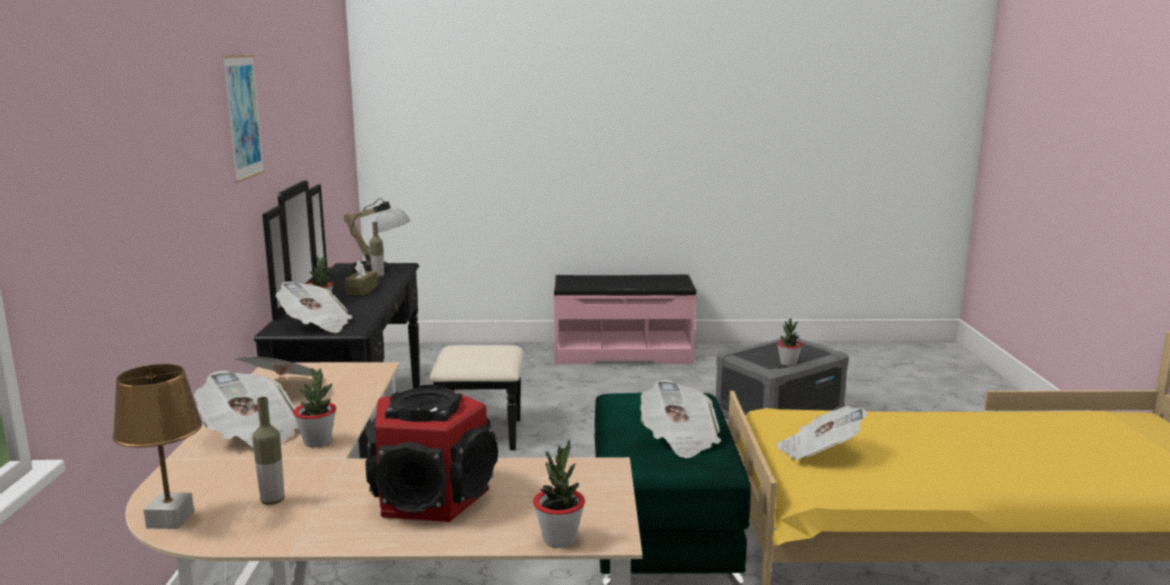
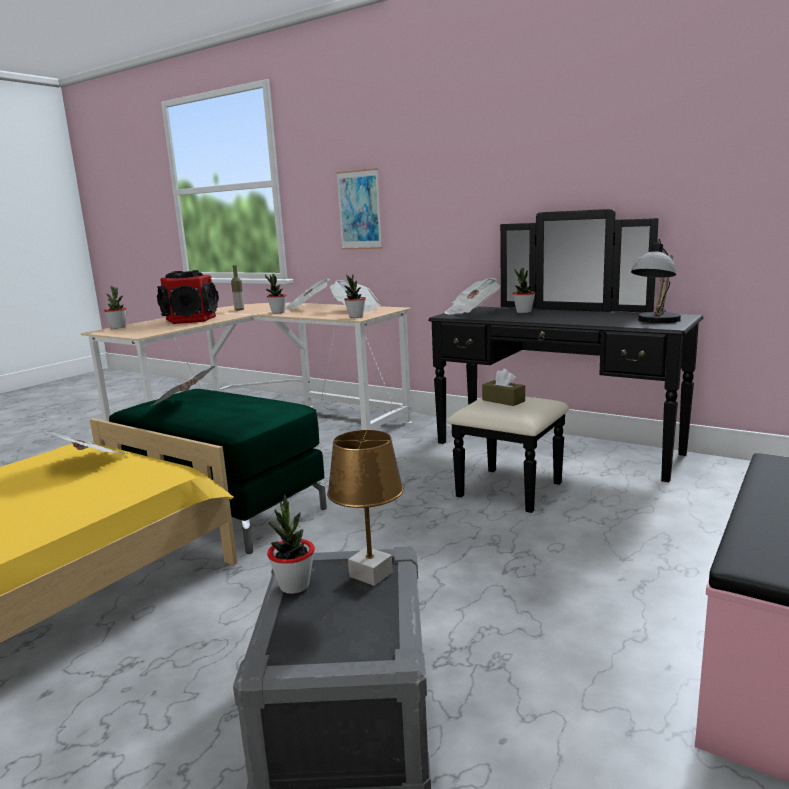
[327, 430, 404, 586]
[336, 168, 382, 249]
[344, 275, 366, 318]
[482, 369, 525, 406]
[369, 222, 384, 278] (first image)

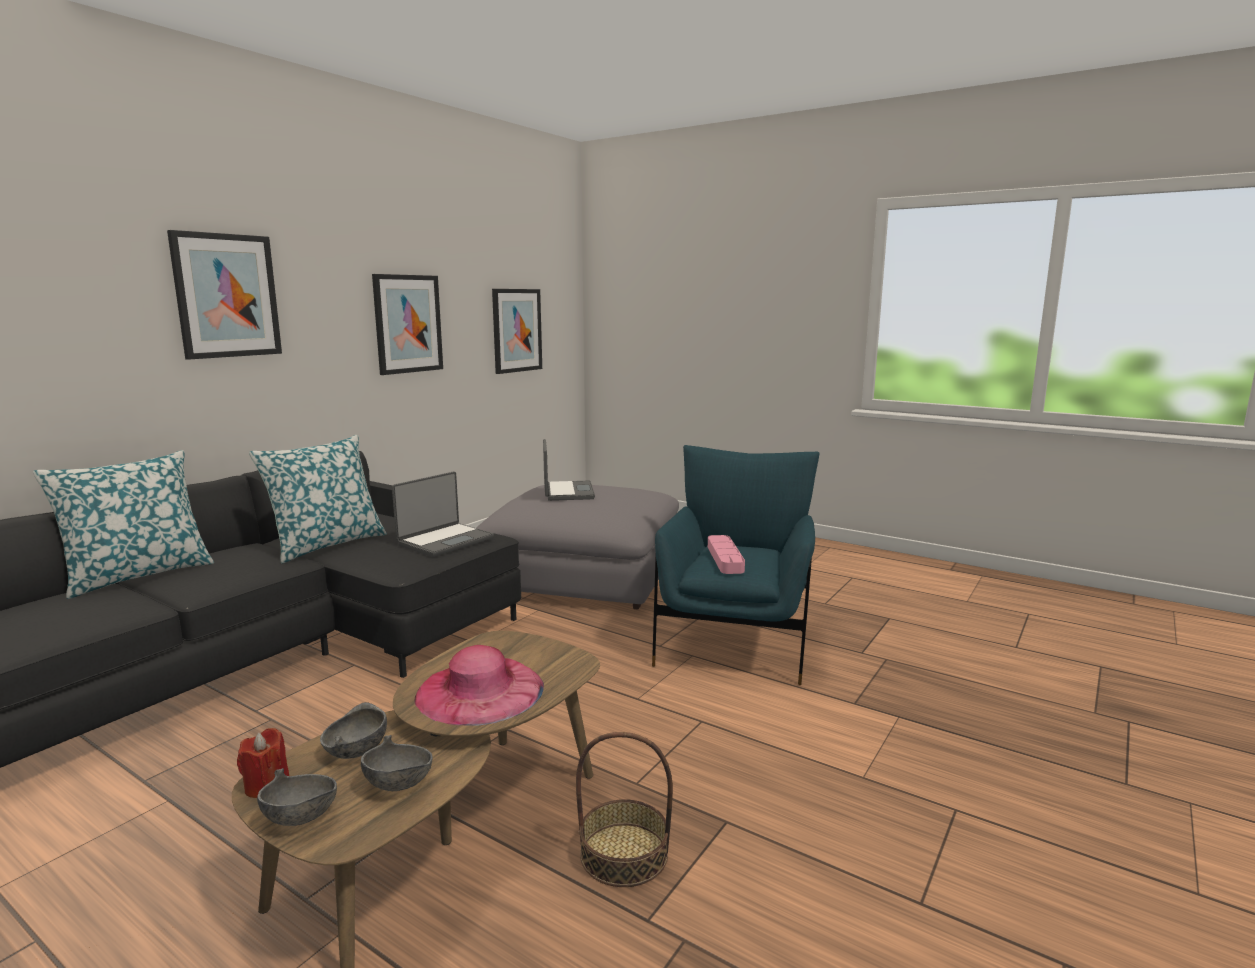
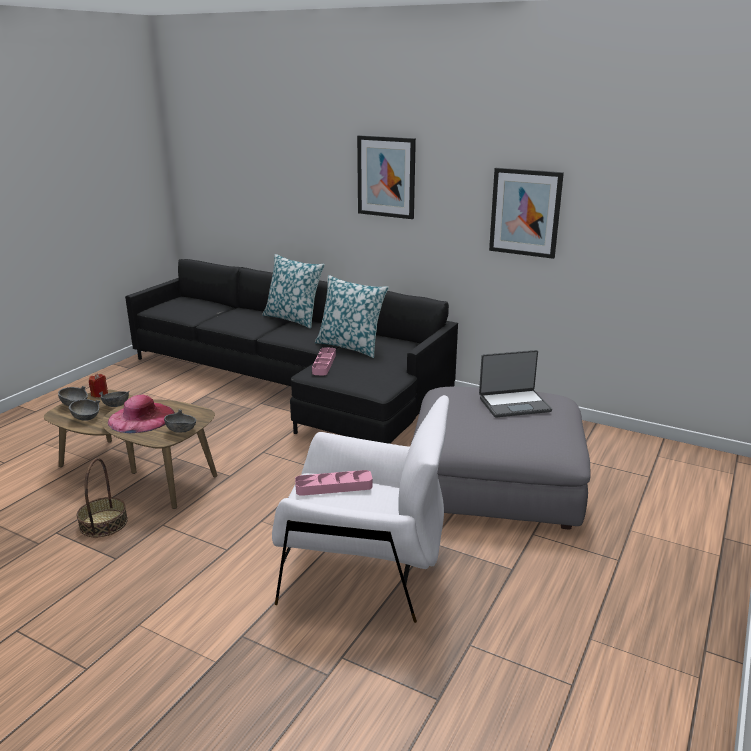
[164, 410, 196, 433]
[272, 395, 449, 623]
[312, 347, 336, 376]
[392, 472, 494, 557] (first image)
[492, 289, 542, 374] (first image)

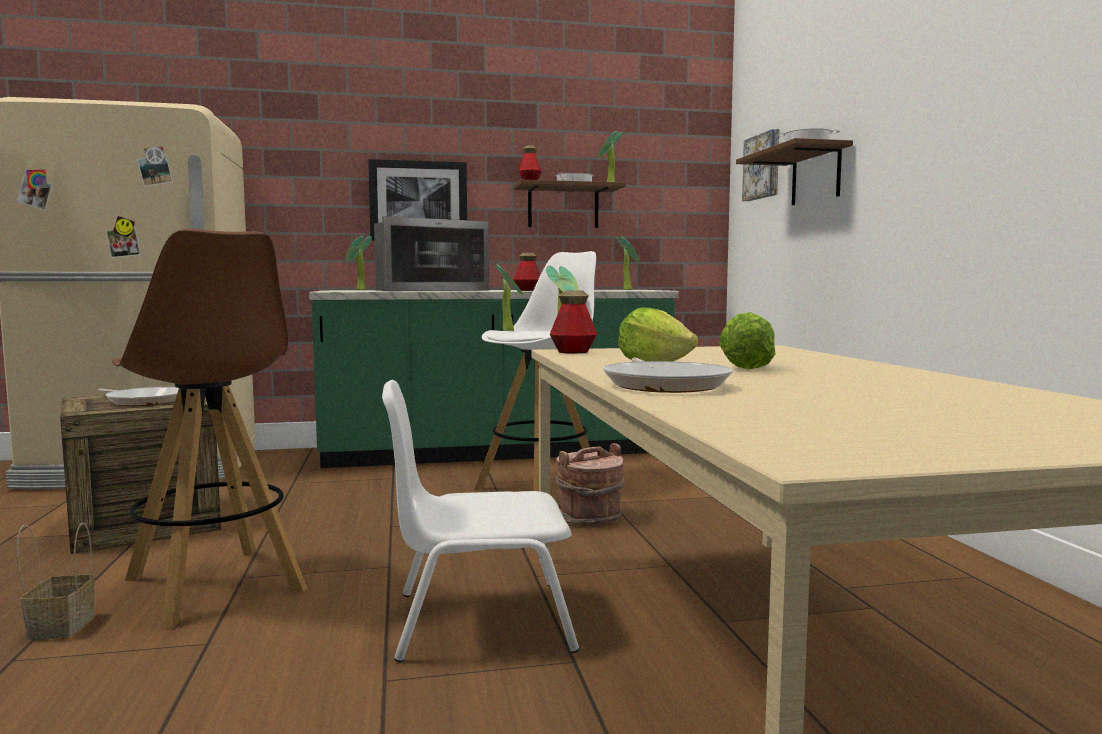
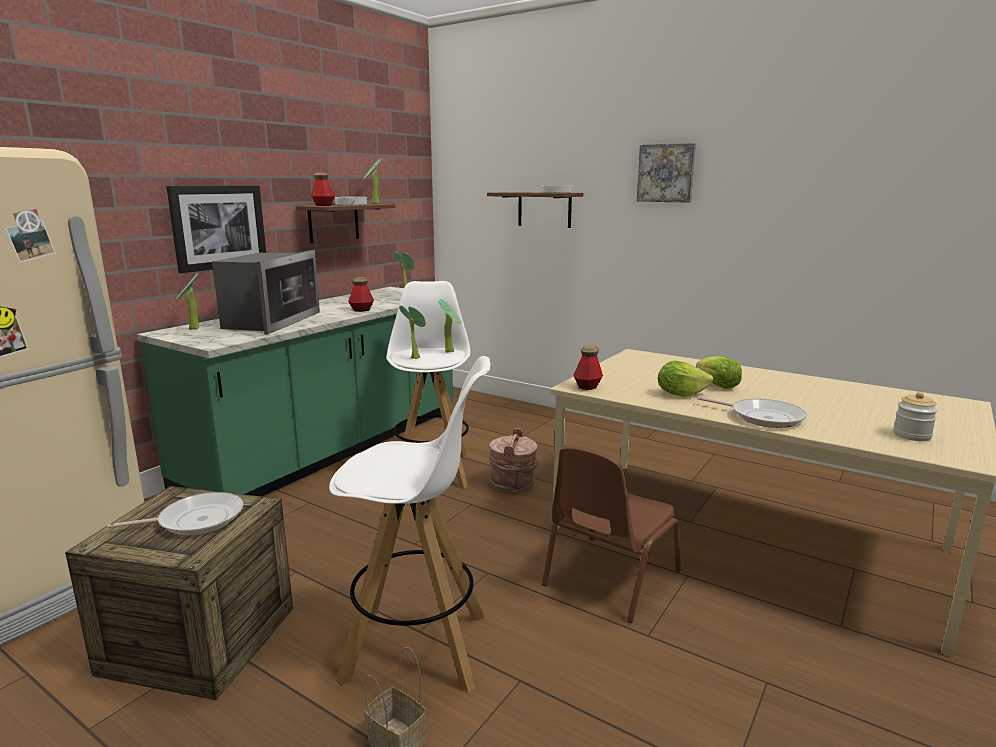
[329, 356, 491, 692]
[542, 445, 681, 623]
[637, 143, 696, 203]
[893, 392, 938, 441]

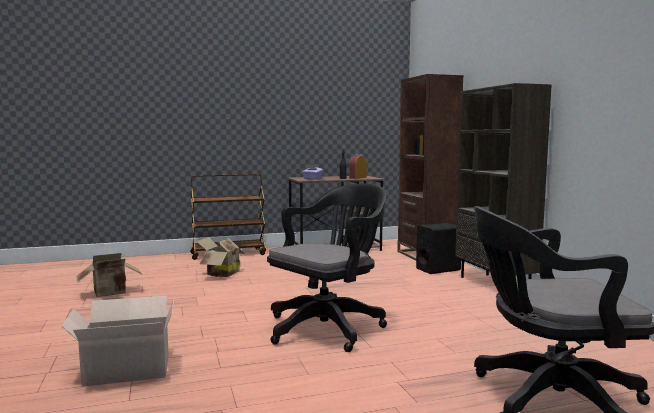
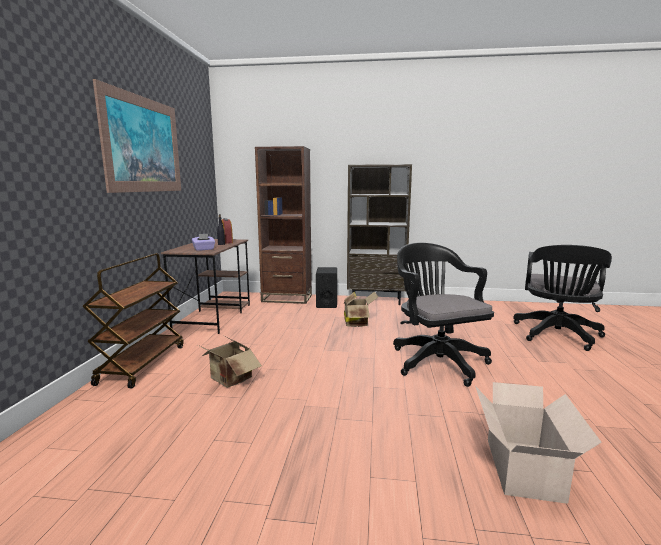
[93, 79, 181, 193]
[344, 291, 378, 327]

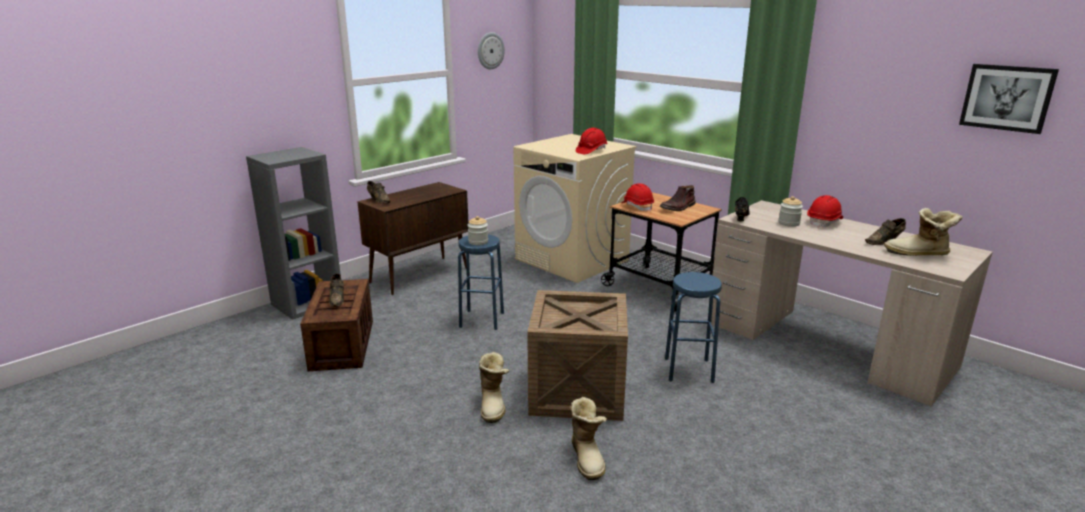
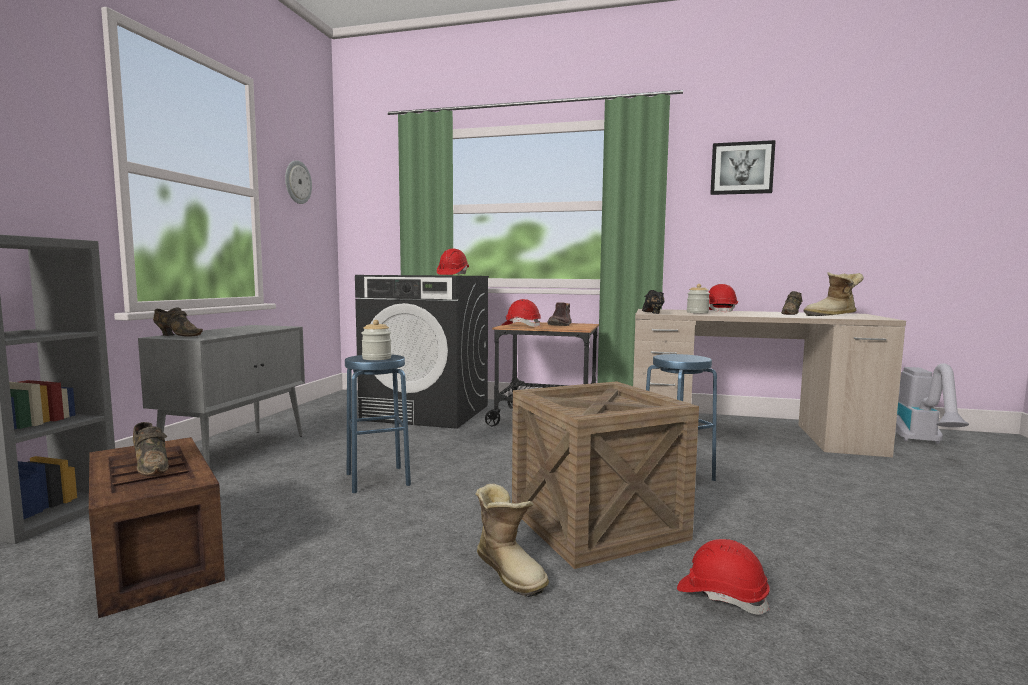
[138, 325, 305, 467]
[355, 275, 489, 429]
[677, 539, 770, 614]
[710, 140, 776, 195]
[895, 363, 969, 444]

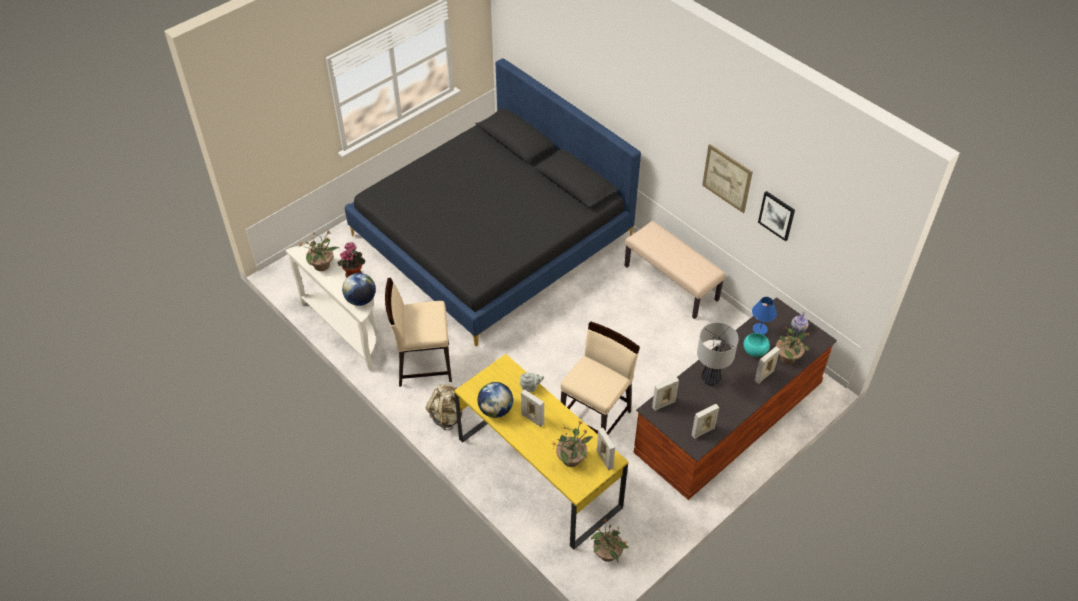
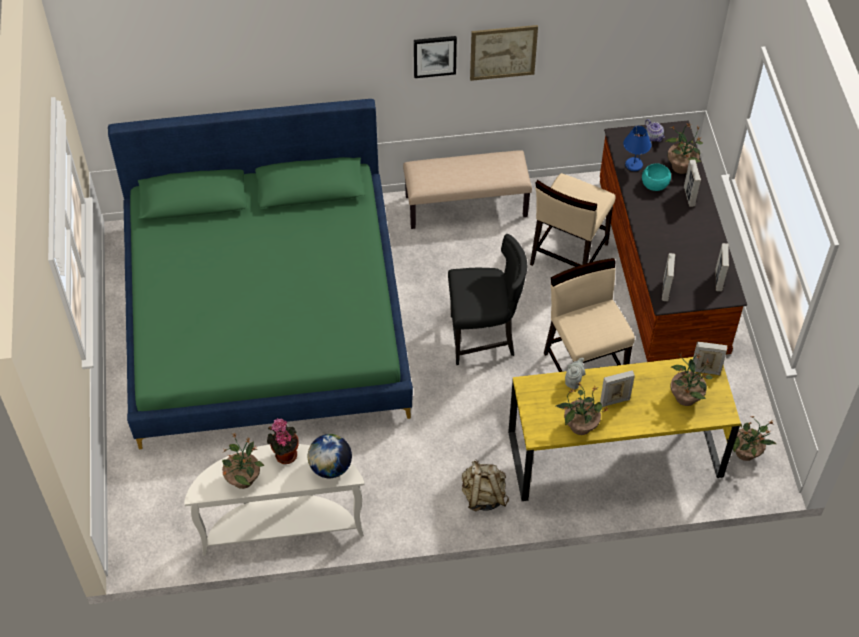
[108, 99, 413, 449]
[414, 36, 457, 78]
[448, 234, 527, 365]
[530, 173, 616, 267]
[556, 381, 609, 435]
[697, 322, 738, 386] (first image)

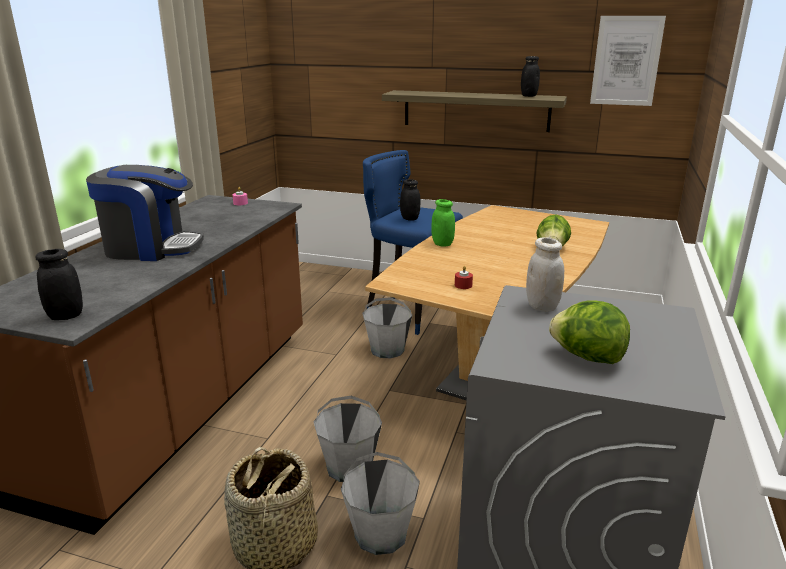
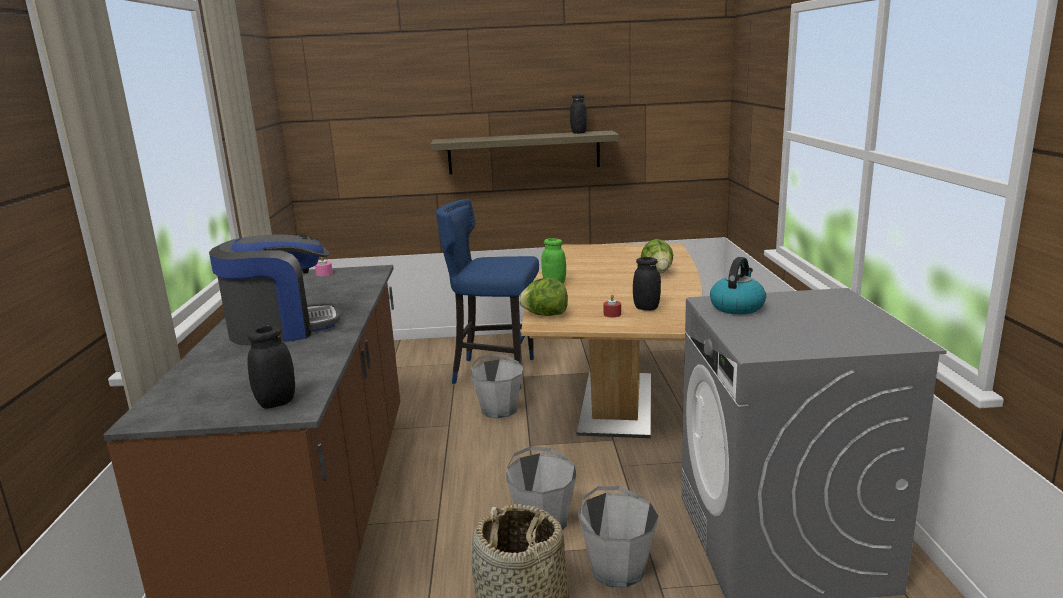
[519, 278, 568, 316]
[633, 257, 661, 311]
[710, 257, 766, 314]
[590, 16, 666, 106] (first image)

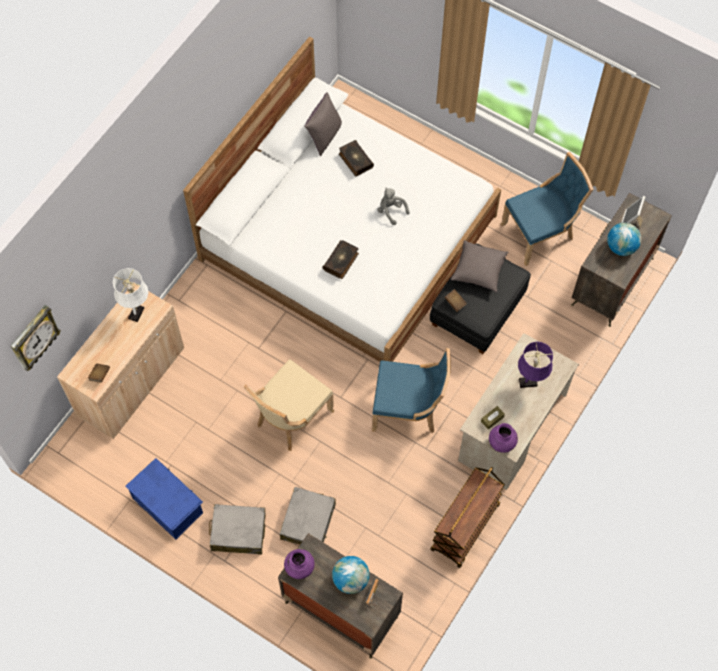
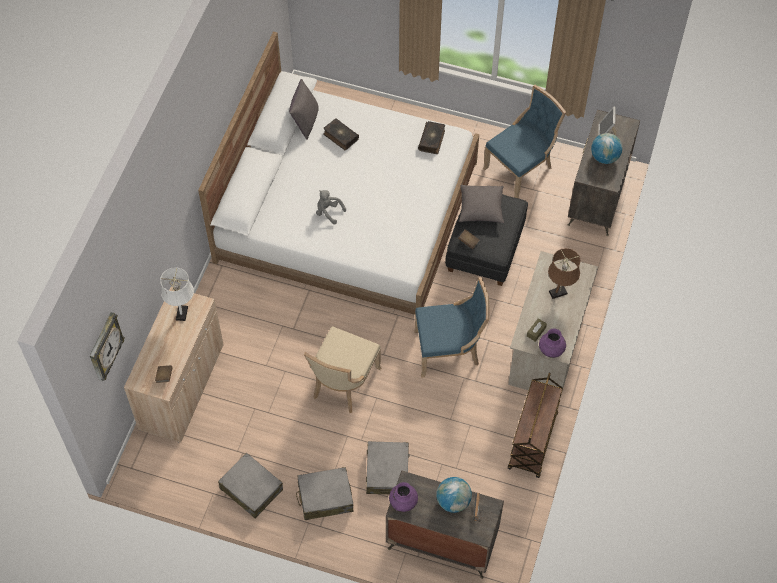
[218, 453, 283, 519]
[316, 190, 346, 224]
[418, 121, 445, 154]
[548, 248, 581, 299]

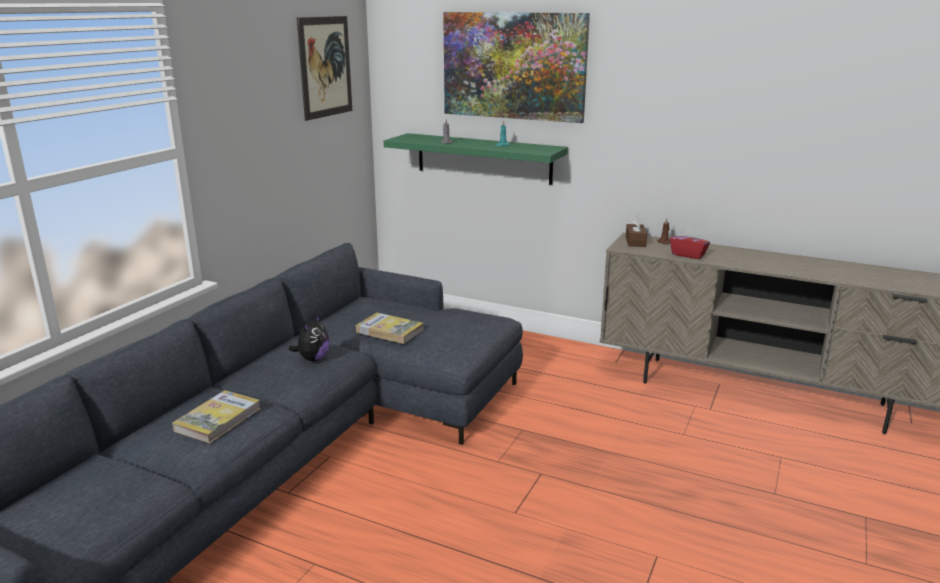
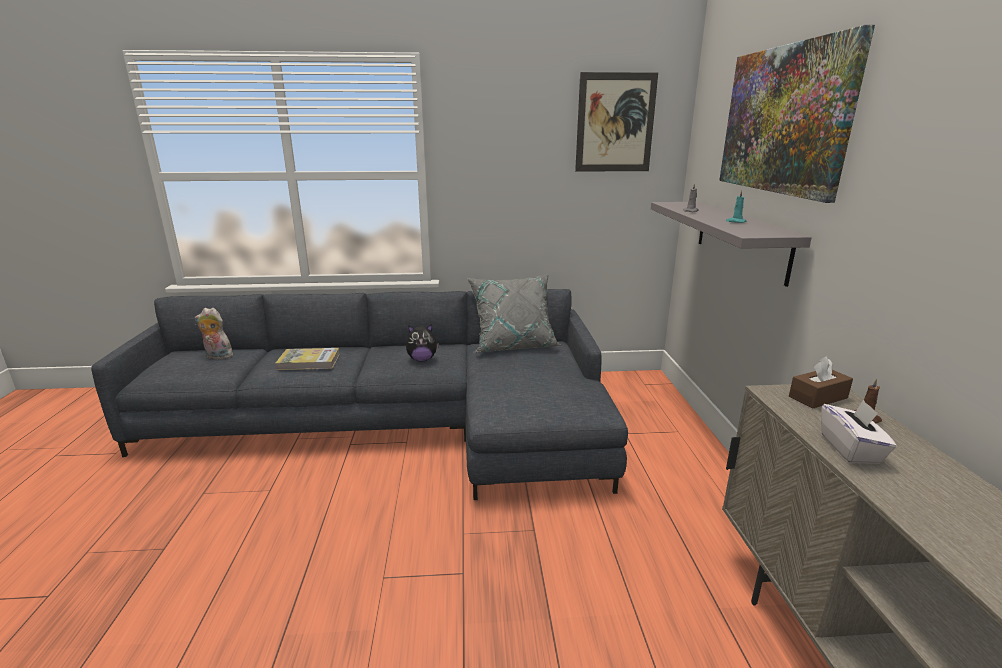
[195, 308, 233, 360]
[467, 274, 562, 353]
[651, 202, 812, 287]
[821, 400, 897, 464]
[356, 313, 424, 344] (first image)

